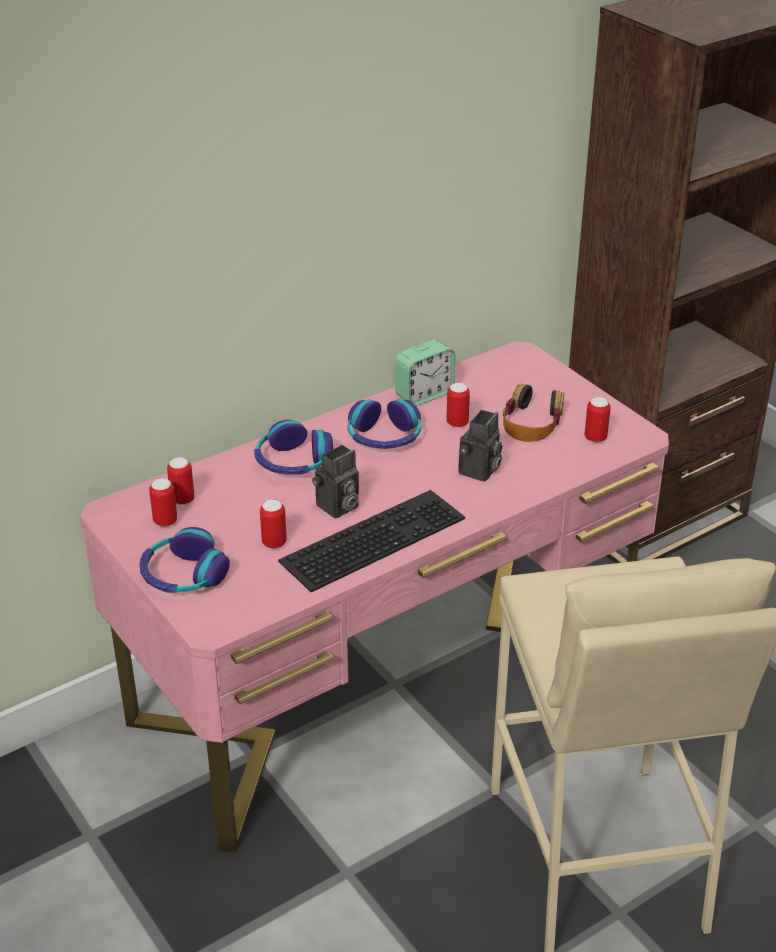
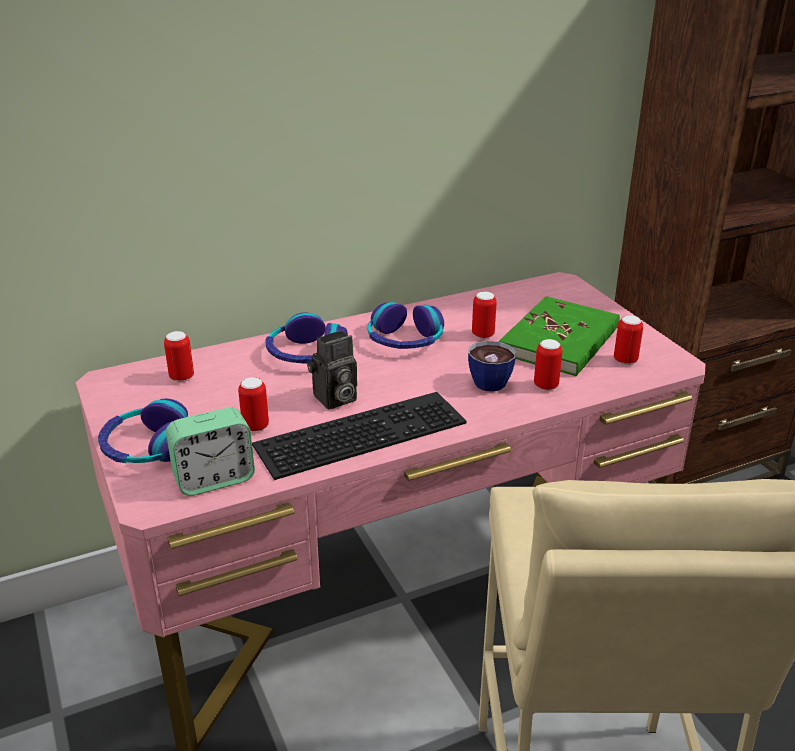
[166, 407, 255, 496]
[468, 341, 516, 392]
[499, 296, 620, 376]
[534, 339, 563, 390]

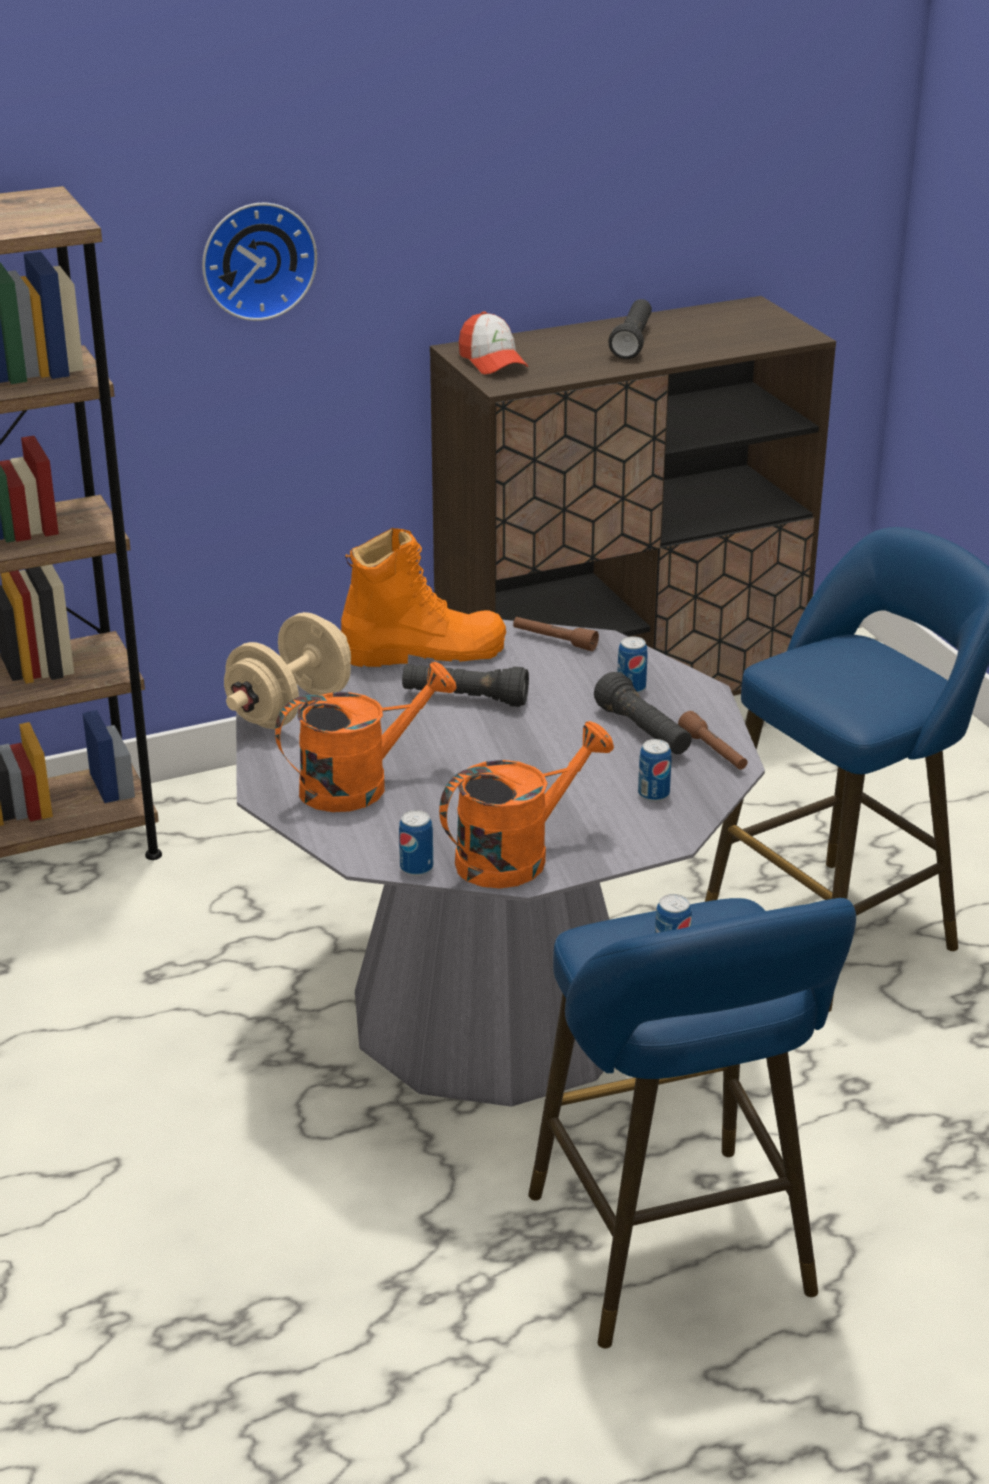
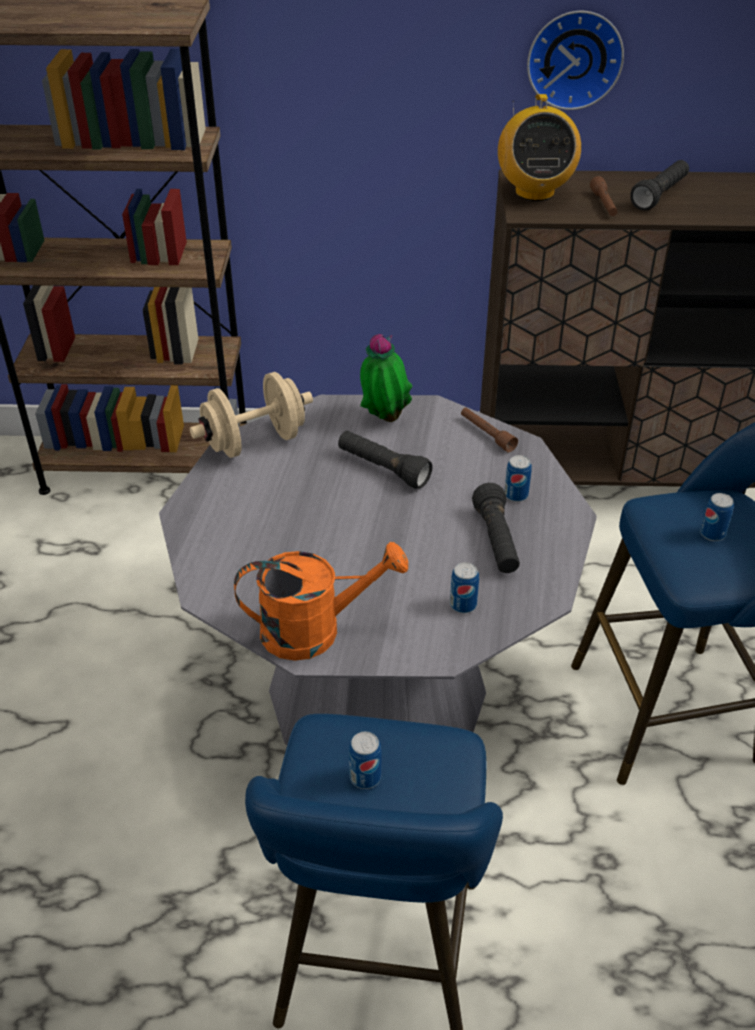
[360, 334, 413, 422]
[498, 94, 581, 201]
[527, 11, 624, 110]
[590, 176, 618, 216]
[700, 493, 734, 541]
[275, 662, 456, 812] (first image)

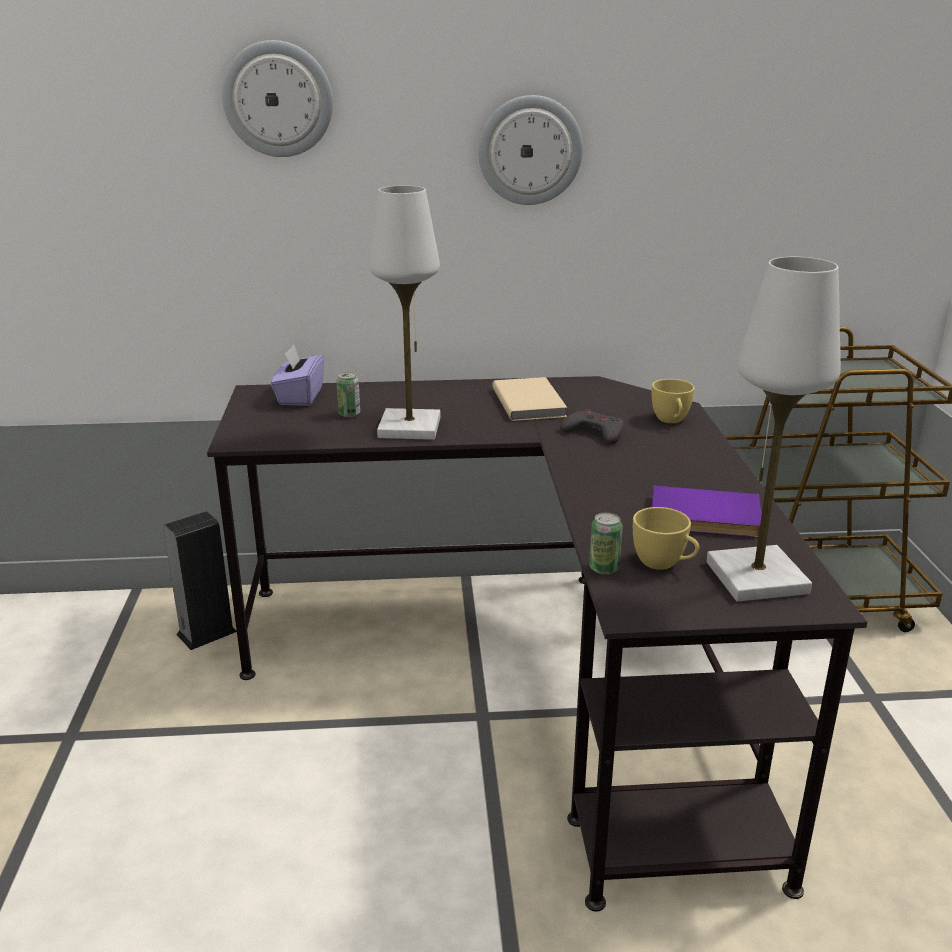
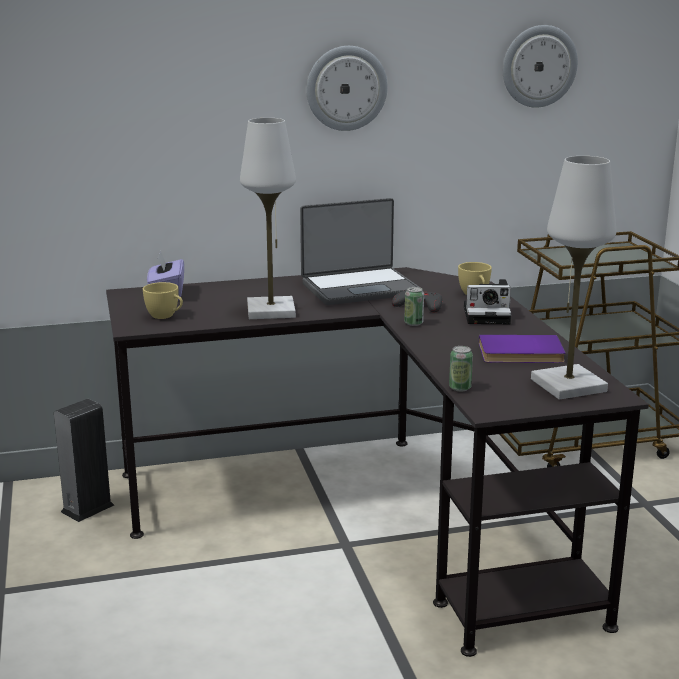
[143, 282, 183, 319]
[300, 198, 419, 305]
[404, 287, 424, 326]
[464, 279, 511, 324]
[503, 25, 578, 108]

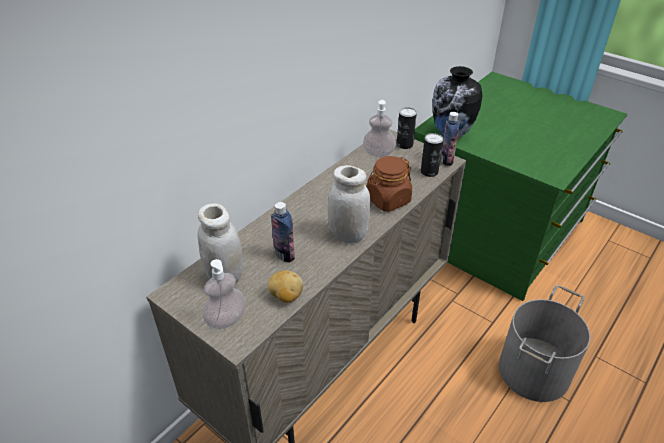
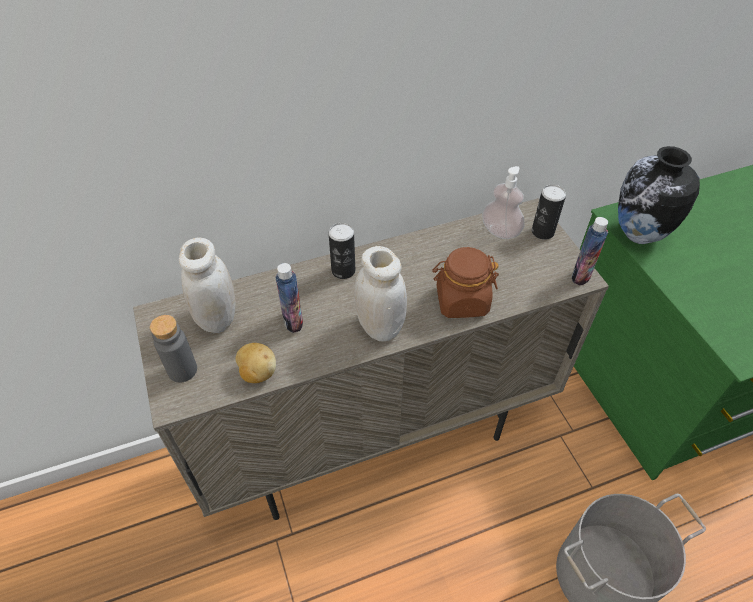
[150, 315, 197, 383]
[328, 223, 356, 279]

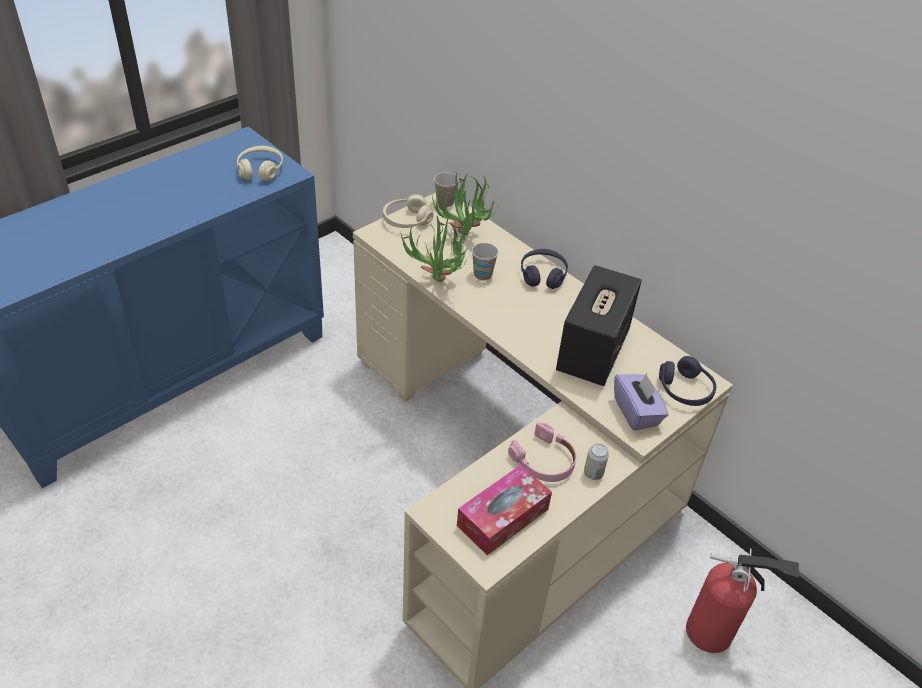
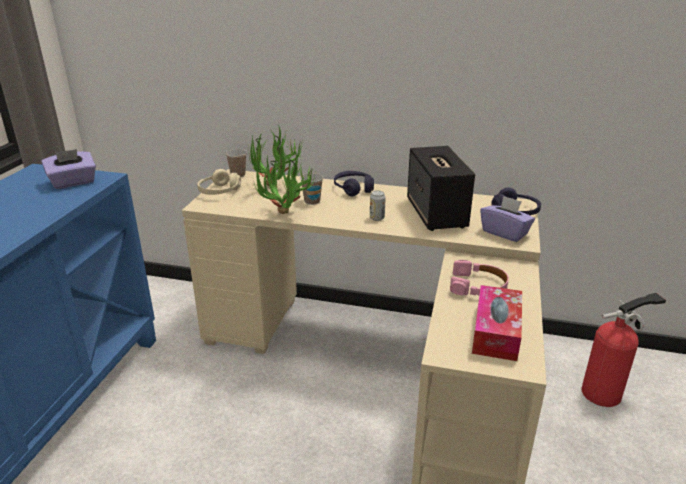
[41, 149, 96, 189]
[370, 190, 386, 221]

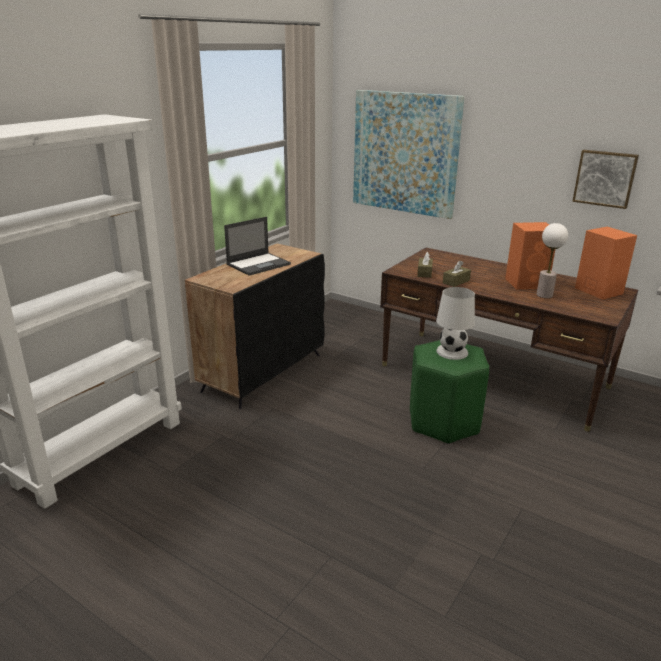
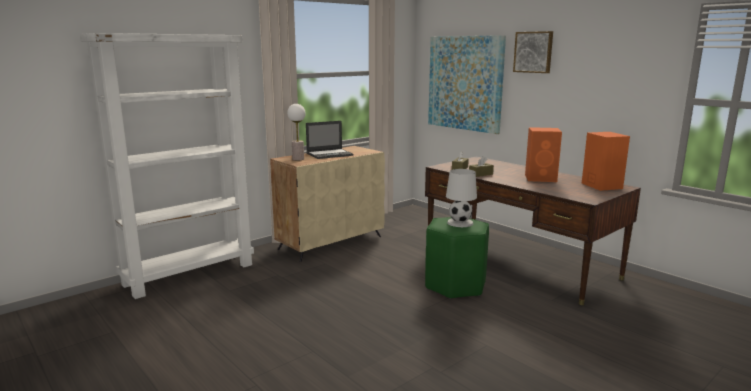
[270, 146, 385, 262]
[287, 104, 306, 160]
[513, 31, 553, 73]

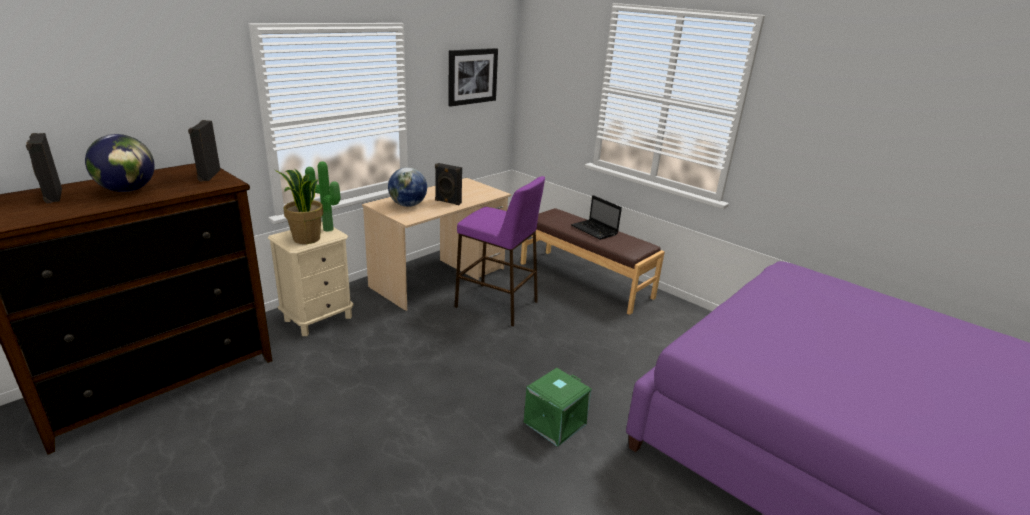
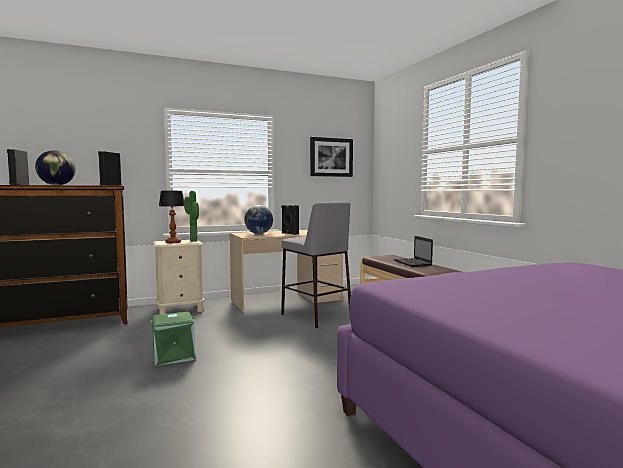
[150, 312, 195, 366]
[159, 191, 185, 243]
[281, 202, 351, 328]

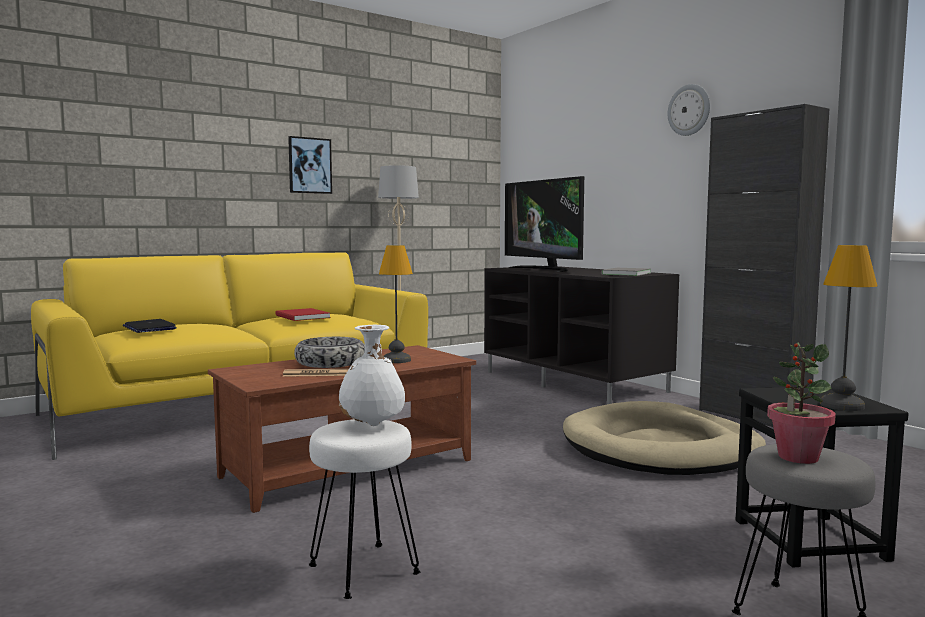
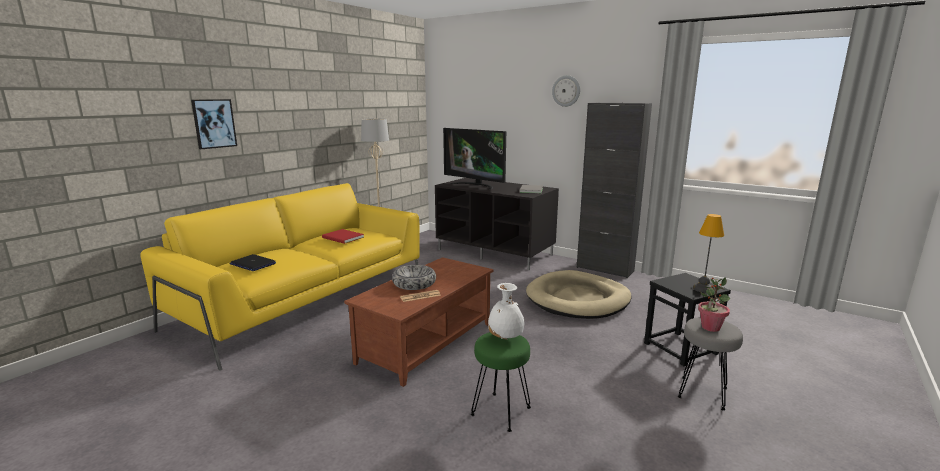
[191, 99, 237, 149]
[471, 332, 531, 432]
[379, 245, 413, 363] (first image)

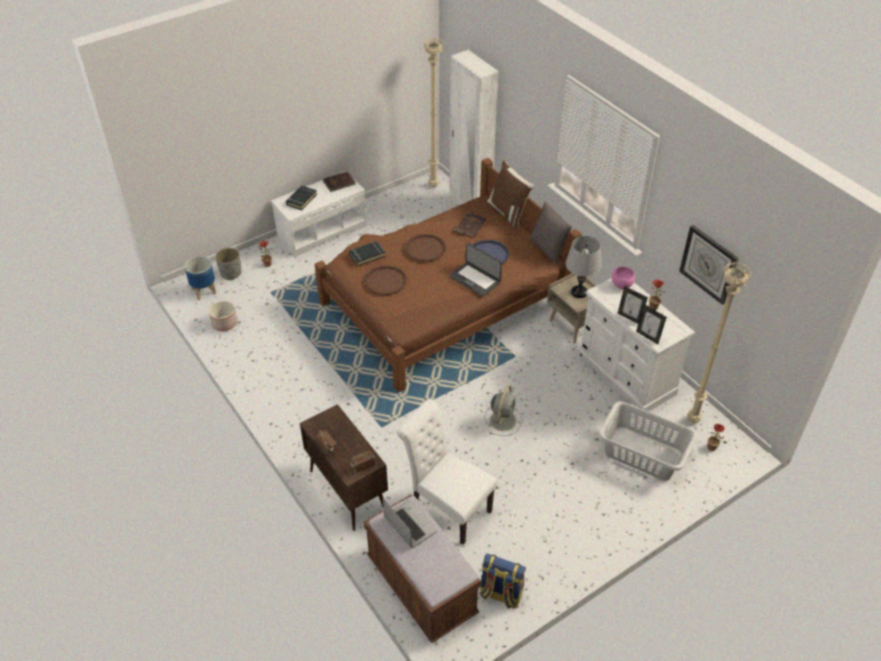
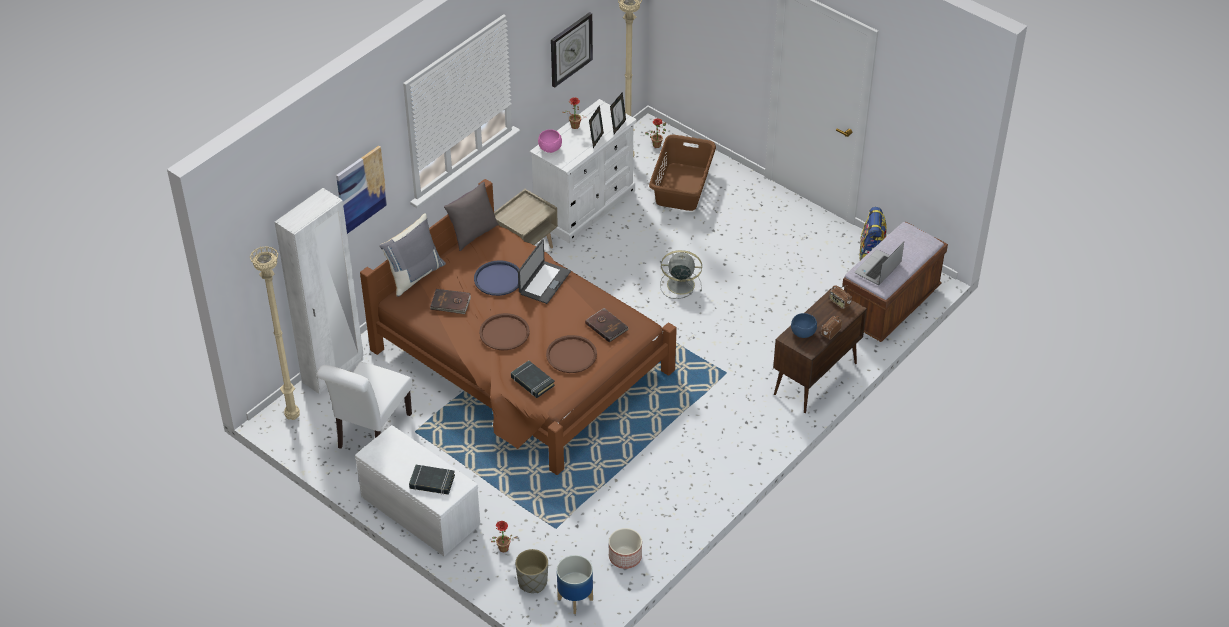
[317, 362, 412, 449]
[336, 146, 387, 234]
[379, 213, 446, 297]
[585, 308, 629, 343]
[649, 134, 716, 211]
[791, 313, 817, 338]
[566, 236, 602, 298] (first image)

